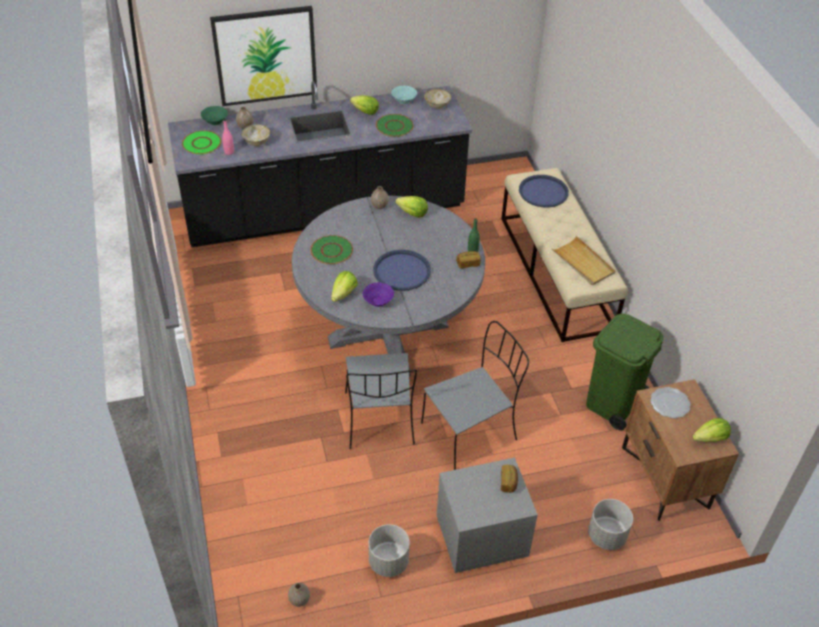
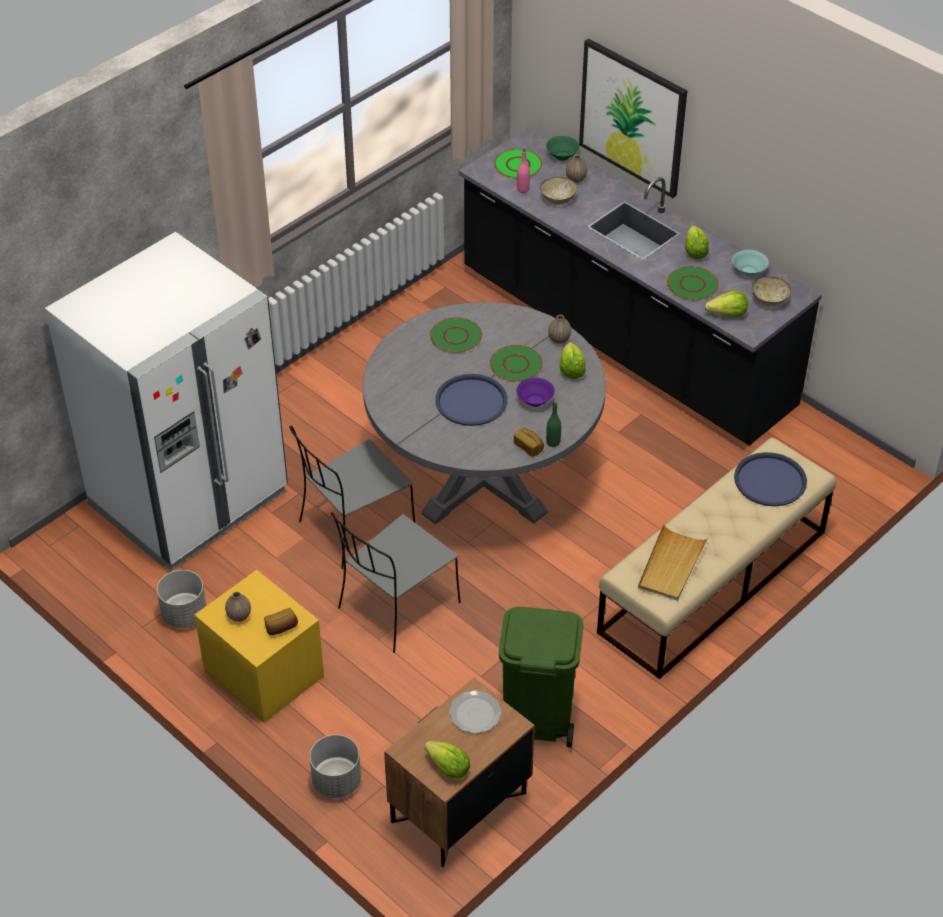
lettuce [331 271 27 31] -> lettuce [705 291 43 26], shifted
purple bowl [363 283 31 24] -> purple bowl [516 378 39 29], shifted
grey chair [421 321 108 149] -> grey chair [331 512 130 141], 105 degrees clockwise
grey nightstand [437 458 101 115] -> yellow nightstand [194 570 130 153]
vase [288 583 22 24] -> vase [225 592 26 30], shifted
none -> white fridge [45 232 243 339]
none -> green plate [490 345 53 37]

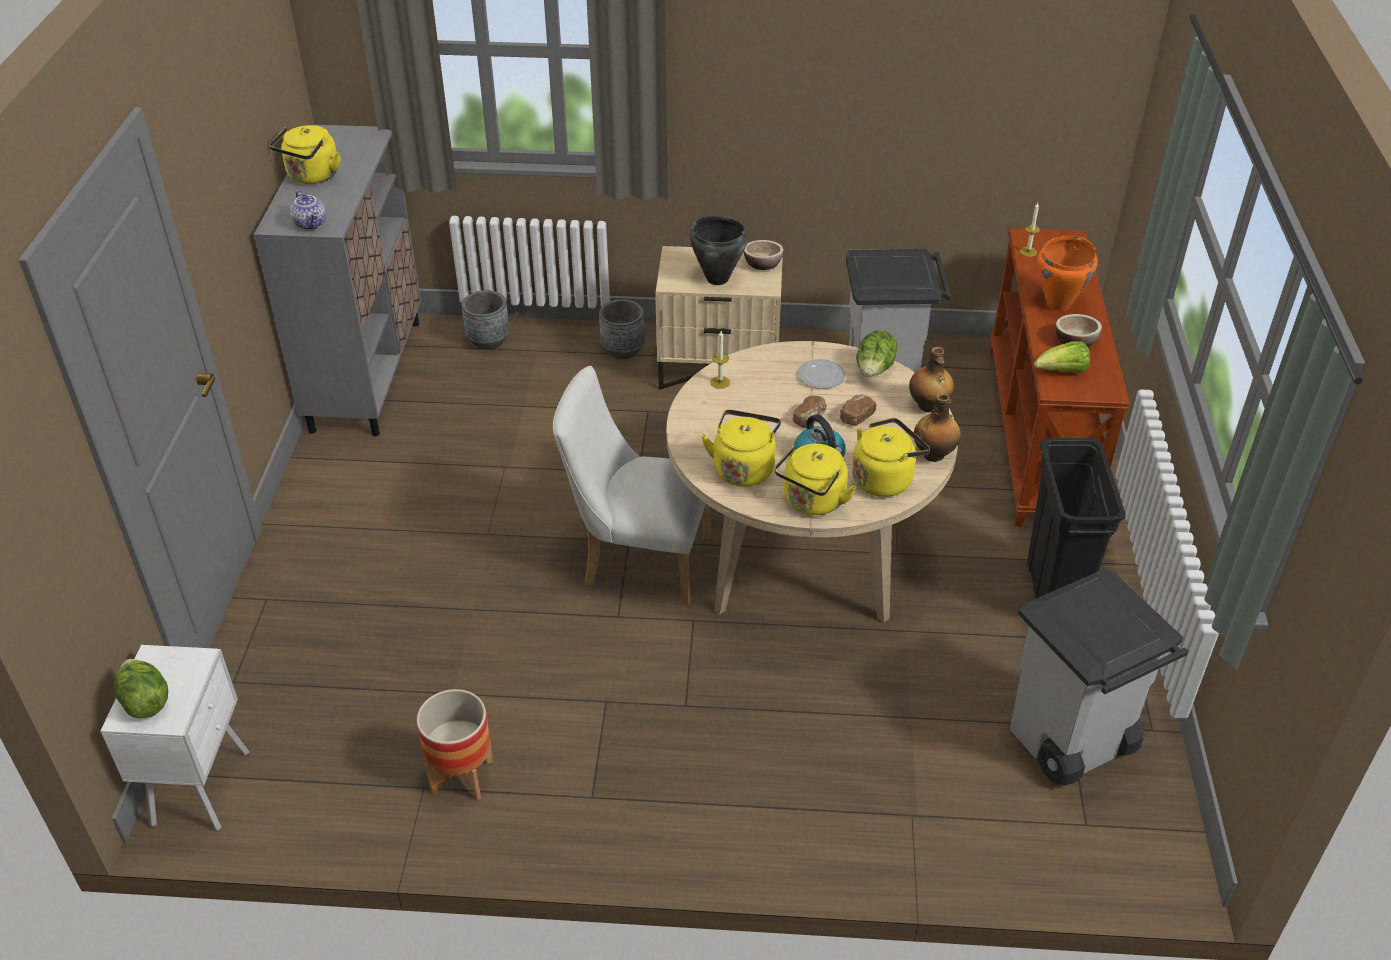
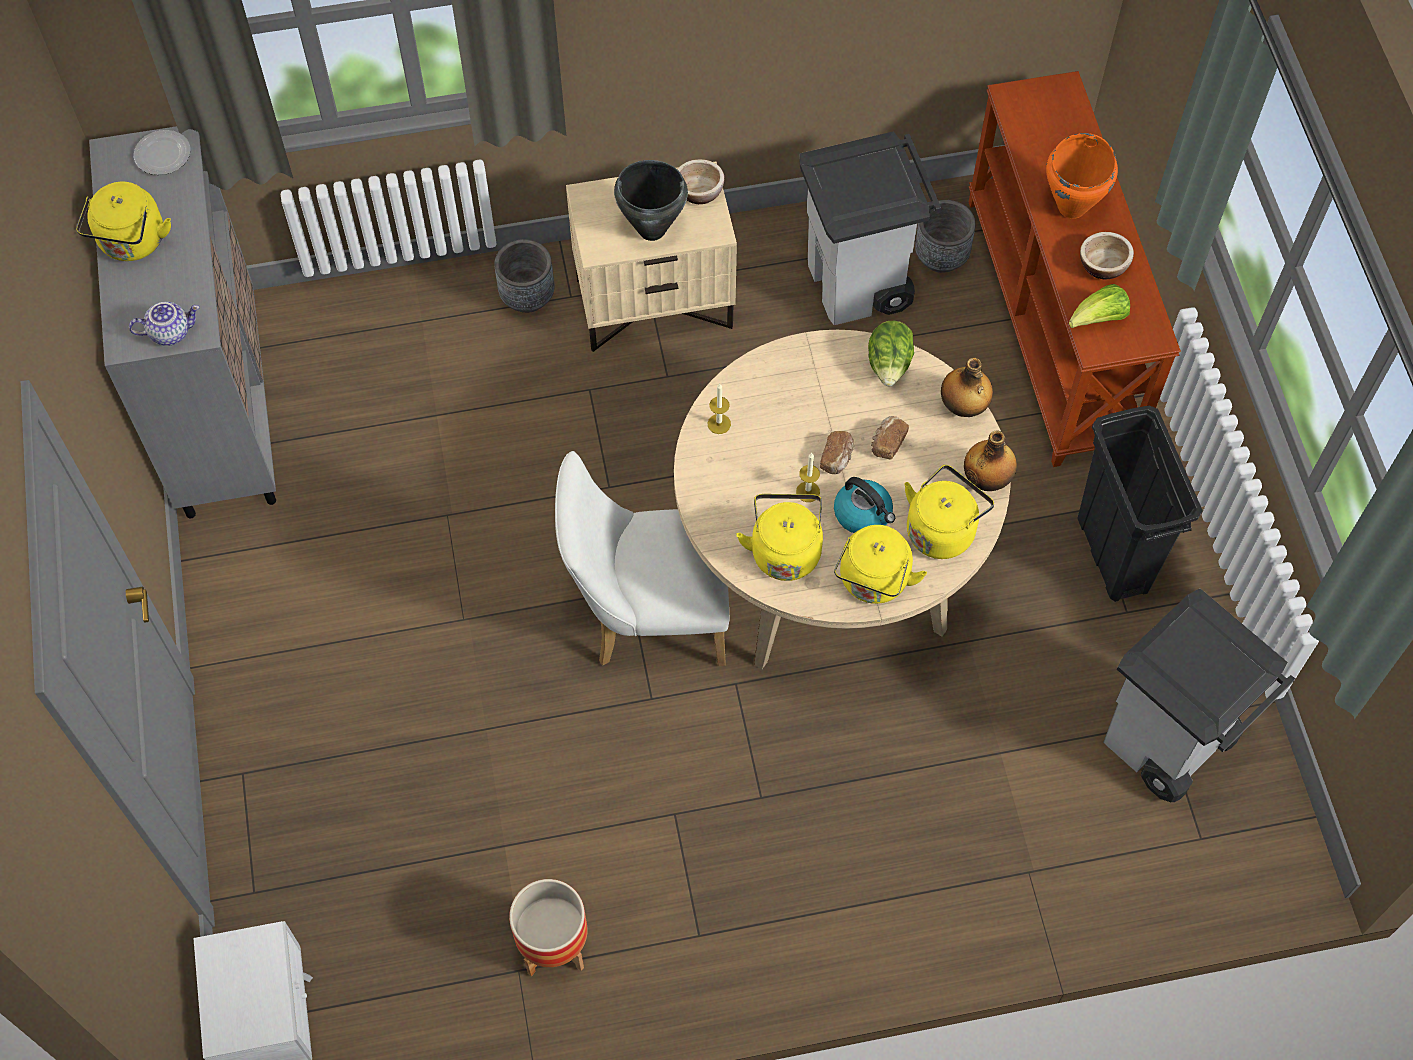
teapot [290 191 36 39] -> teapot [129 302 71 44], 60 degrees counterclockwise
candle [1020 203 20 54] -> candle [796 453 24 49], shifted
grey planter [462 290 47 60] -> grey planter [915 200 61 73], shifted
plate [798 359 47 30] -> plate [134 130 57 45], shifted
lettuce [114 659 54 59] -> none

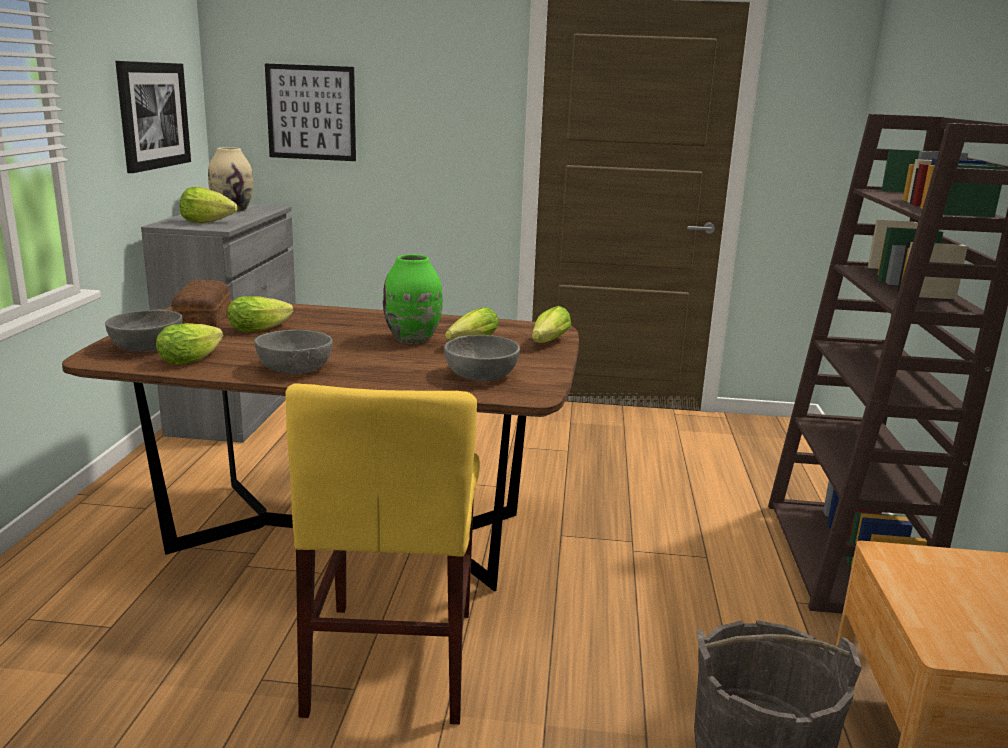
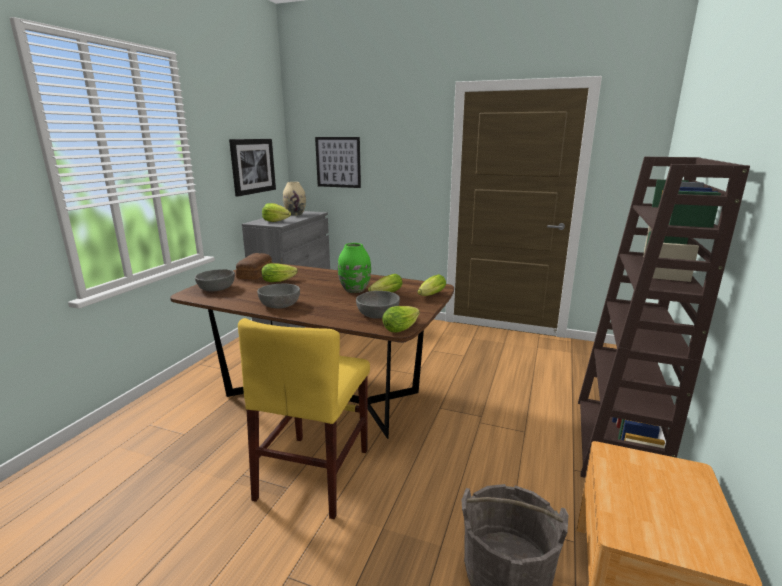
lettuce [156 323 67 42] -> lettuce [382 306 38 26], shifted

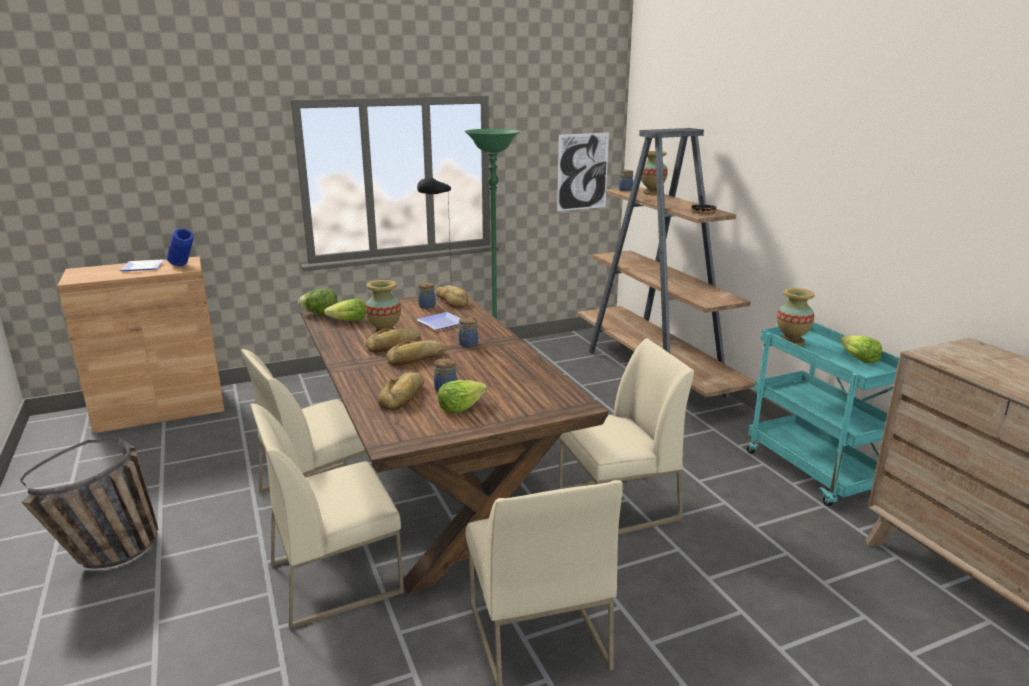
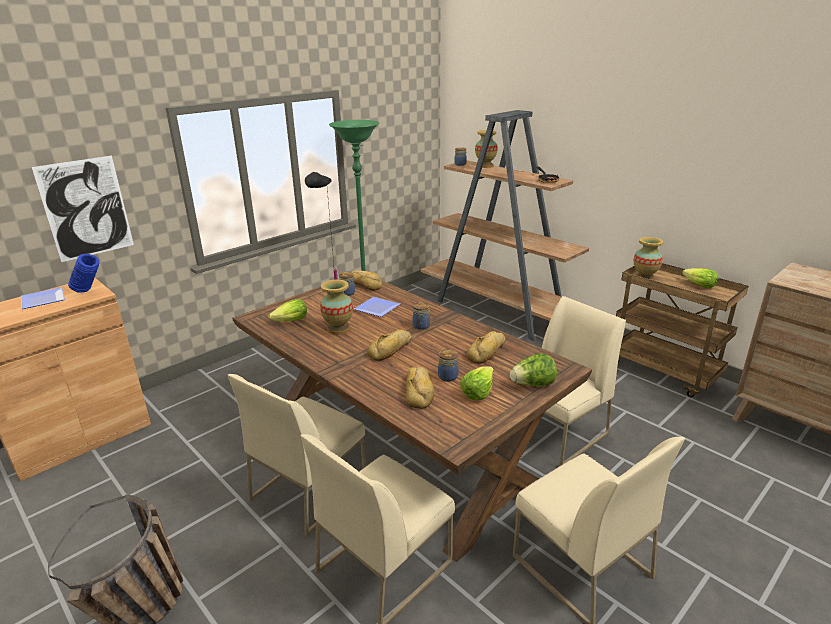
picture [557 133 52 78] -> picture [32 156 102 106], shifted
lettuce [298 288 39 27] -> lettuce [510 353 47 33], shifted
turquoise cart [747 322 152 184] -> brown cart [616 263 133 134]
bread [366 328 55 25] -> bread [466 331 40 33], shifted

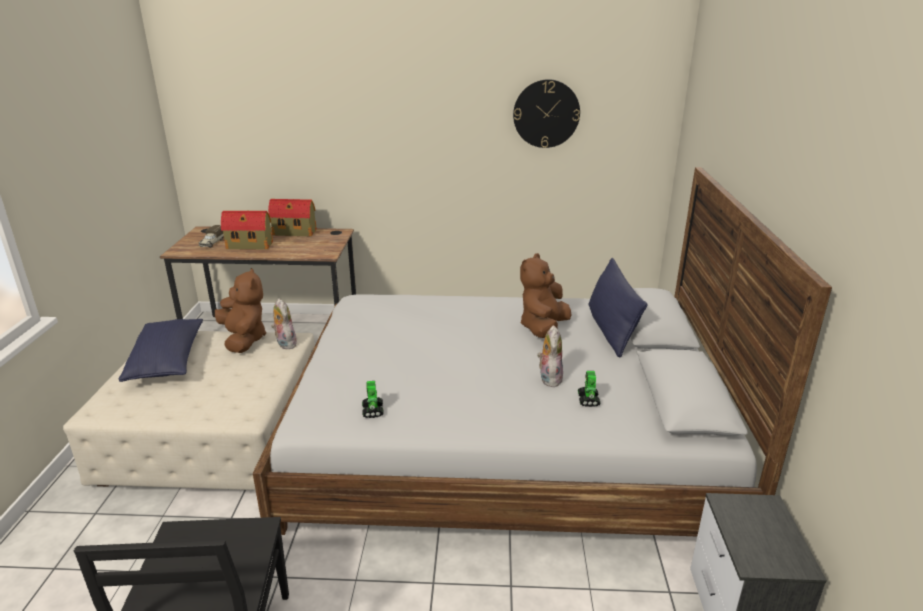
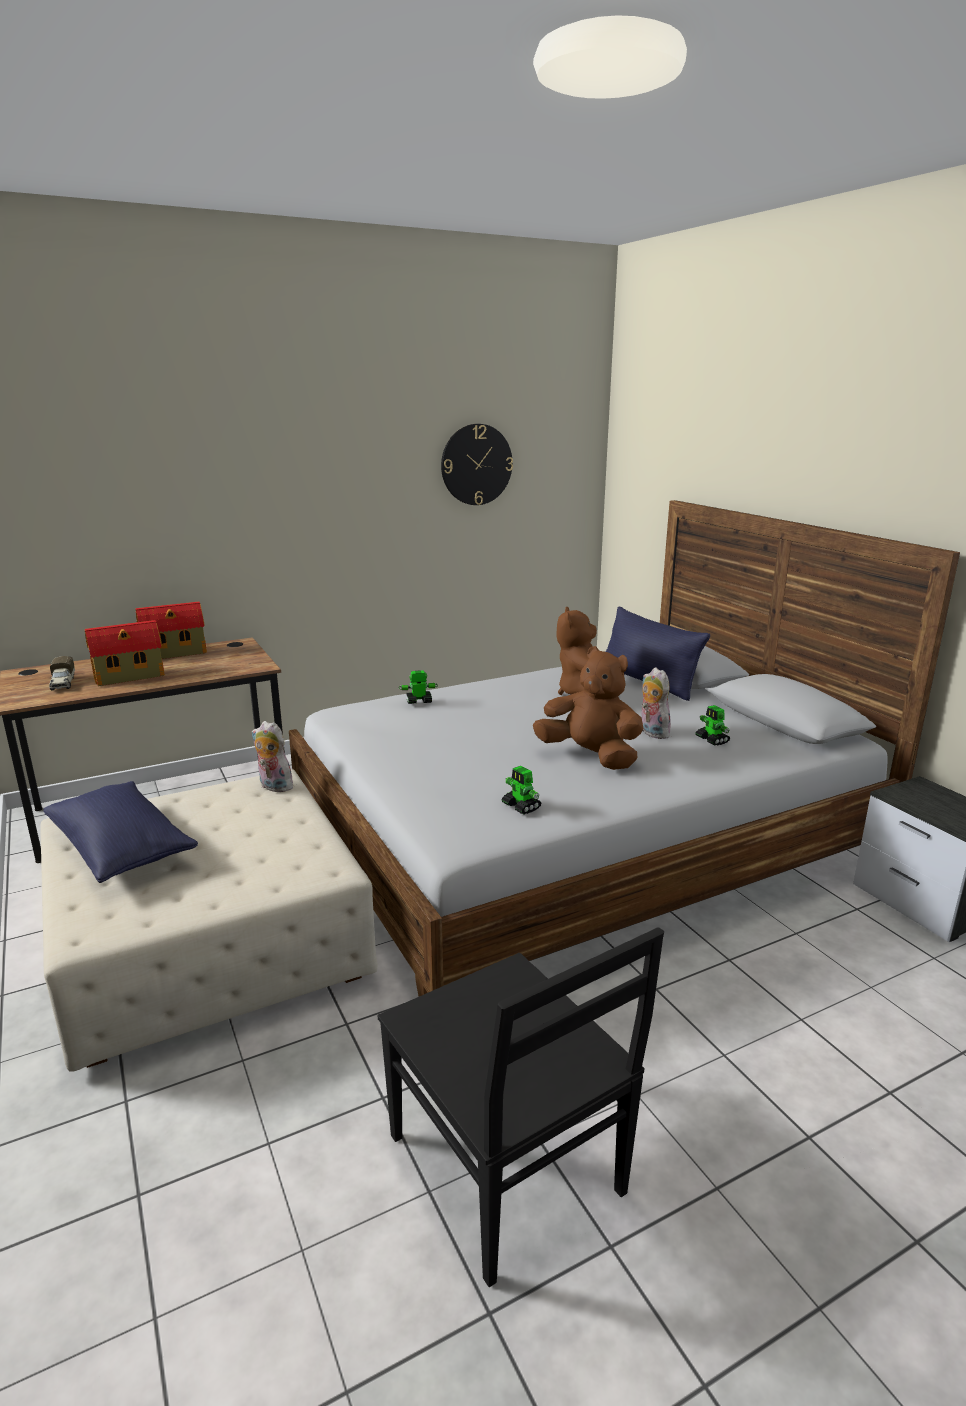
brown plush toy [215 268 51 85] -> brown plush toy [533 646 110 124], shifted
none -> toy robot [399 670 39 34]

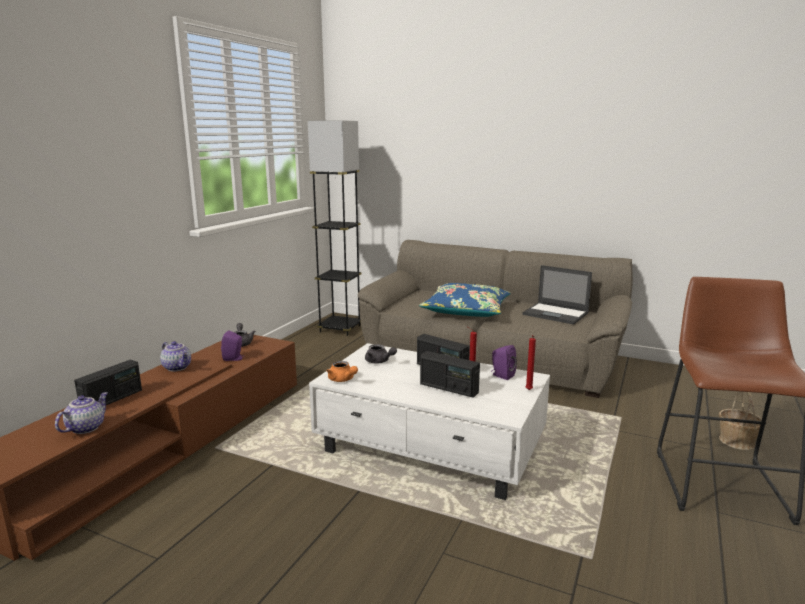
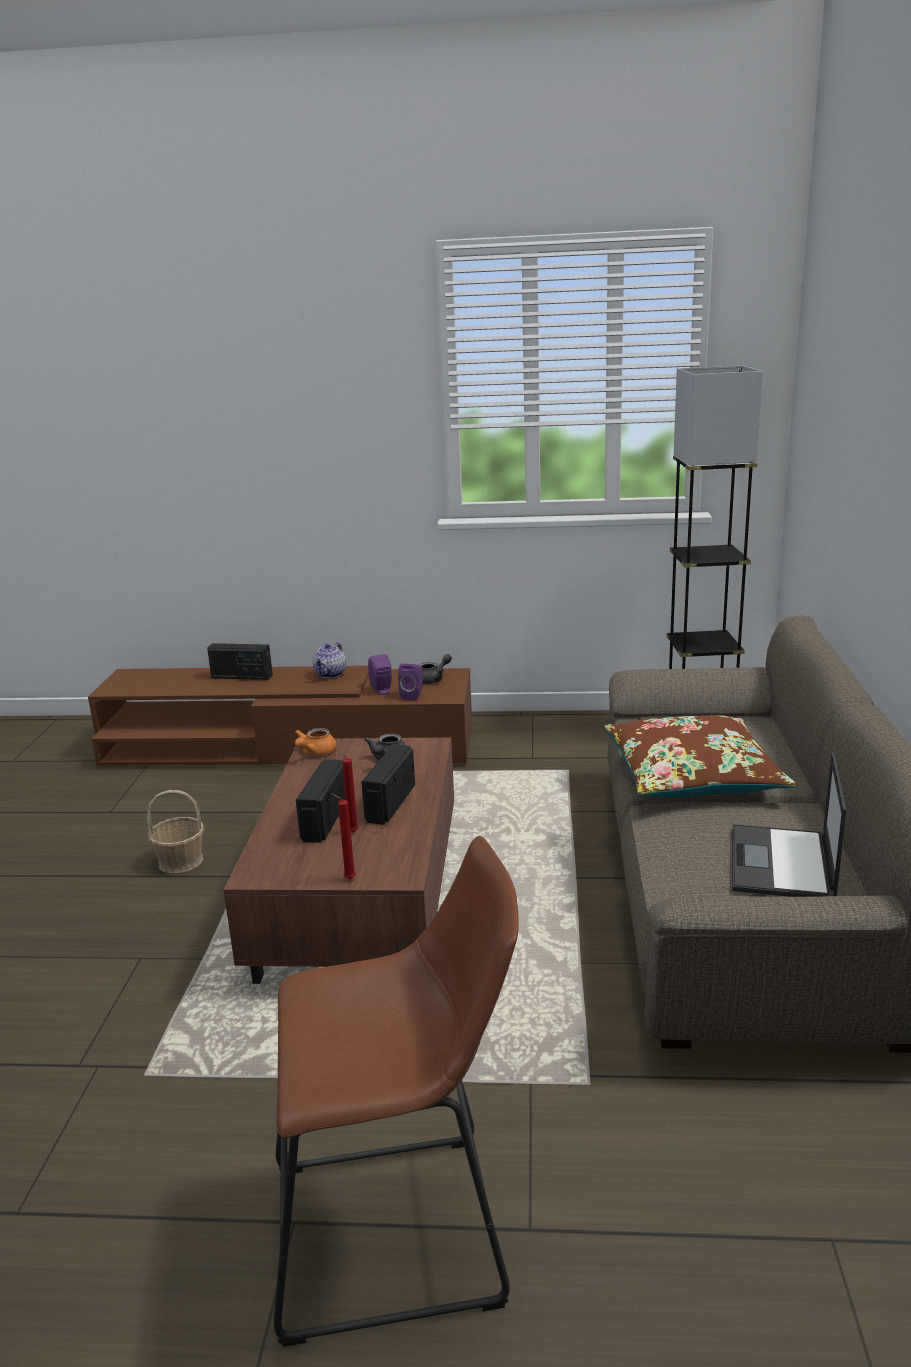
blue pillow [419 283 92 34] -> brown pillow [605 715 191 83]
white coffee table [309 343 241 157] -> brown coffee table [223 738 231 246]
purple speaker [491 345 26 35] -> purple speaker [398 664 25 37], shifted
basket [719 391 43 59] -> basket [147 790 57 83], shifted
teapot [55 392 53 42] -> none

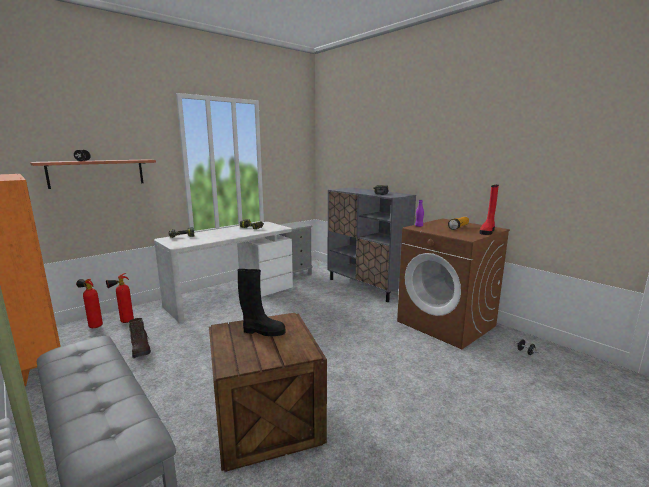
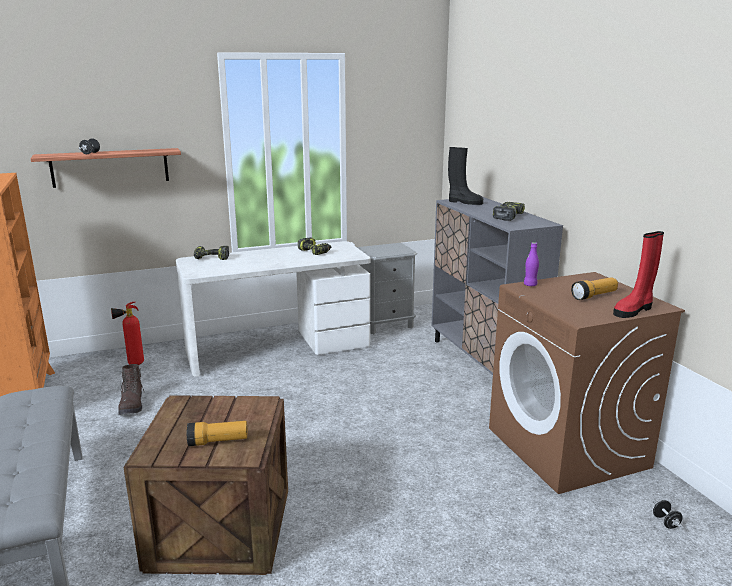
black boot [238 269 47 67] -> black boot [448 147 35 58], shifted
fire extinguisher [76 279 27 49] -> none
none -> flashlight [187 421 61 25]

